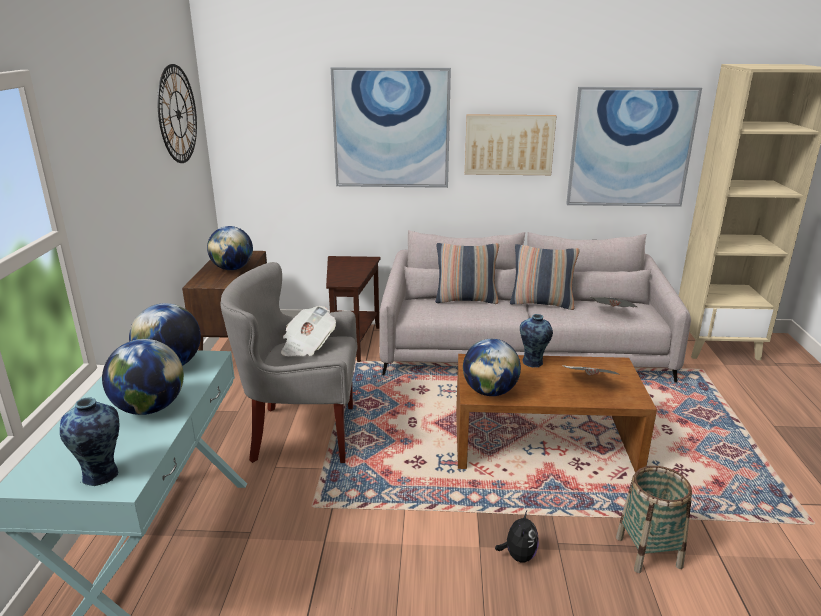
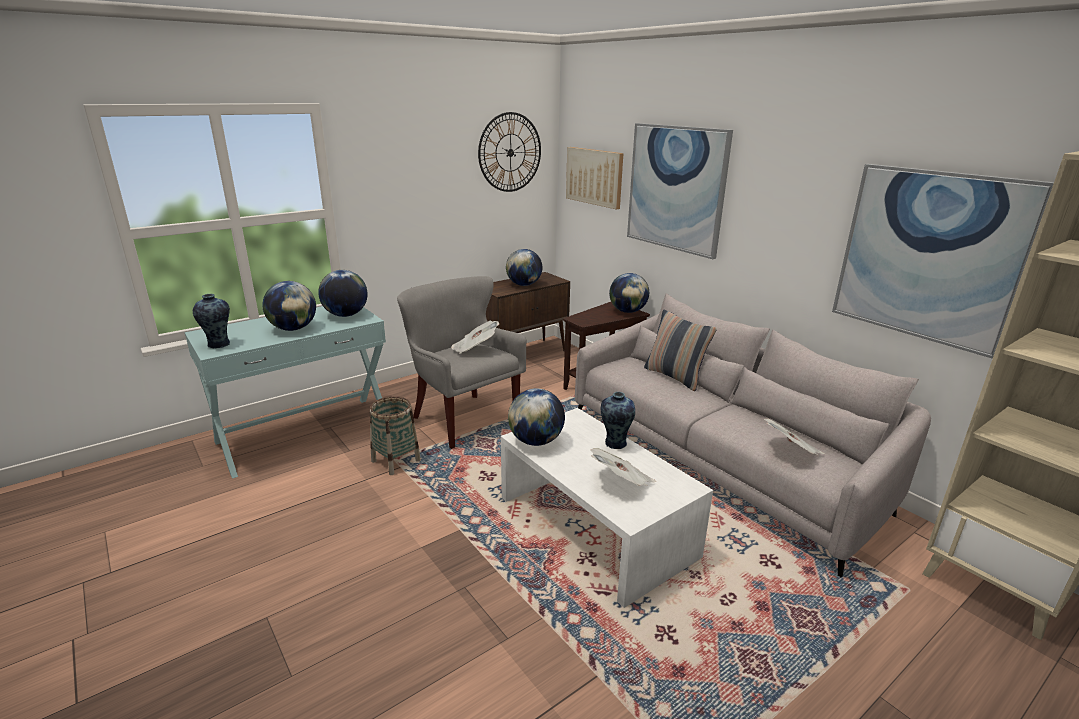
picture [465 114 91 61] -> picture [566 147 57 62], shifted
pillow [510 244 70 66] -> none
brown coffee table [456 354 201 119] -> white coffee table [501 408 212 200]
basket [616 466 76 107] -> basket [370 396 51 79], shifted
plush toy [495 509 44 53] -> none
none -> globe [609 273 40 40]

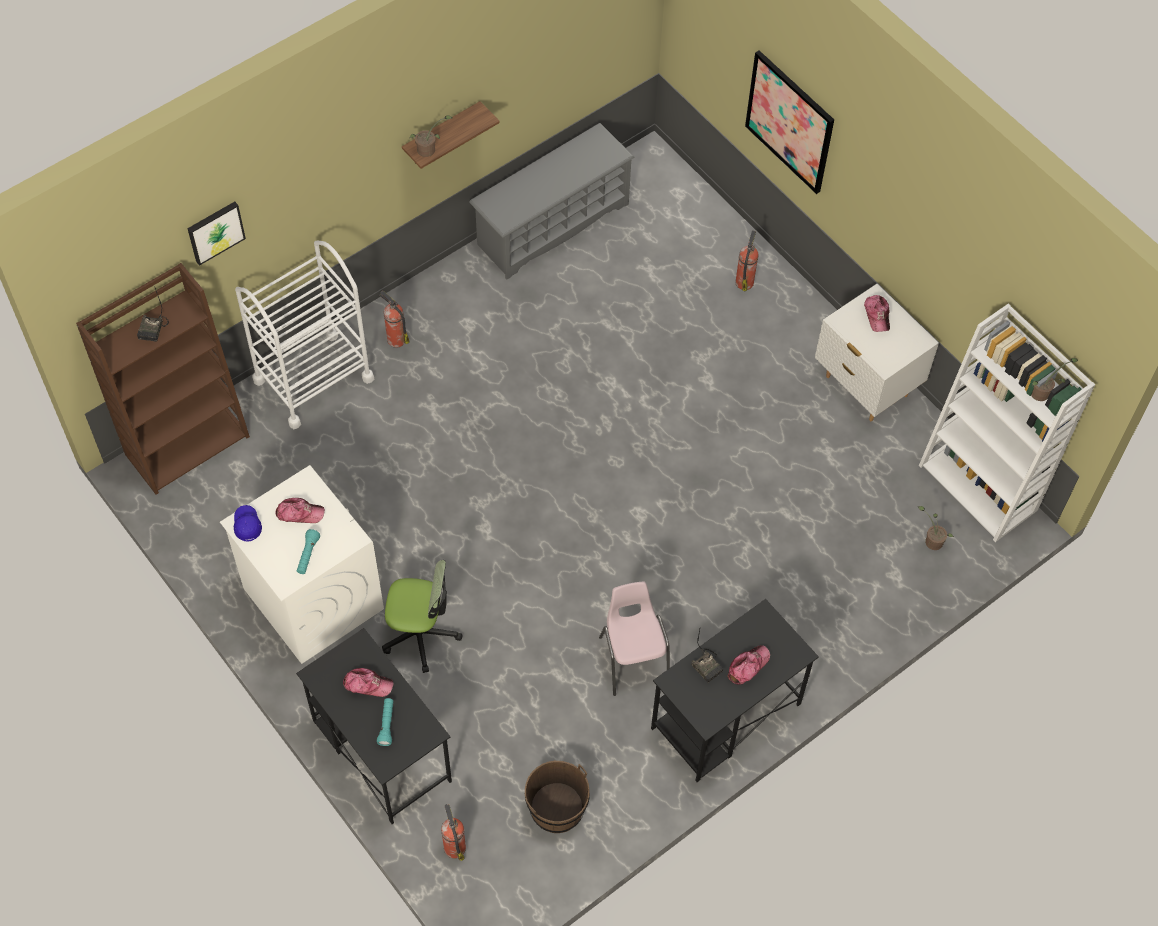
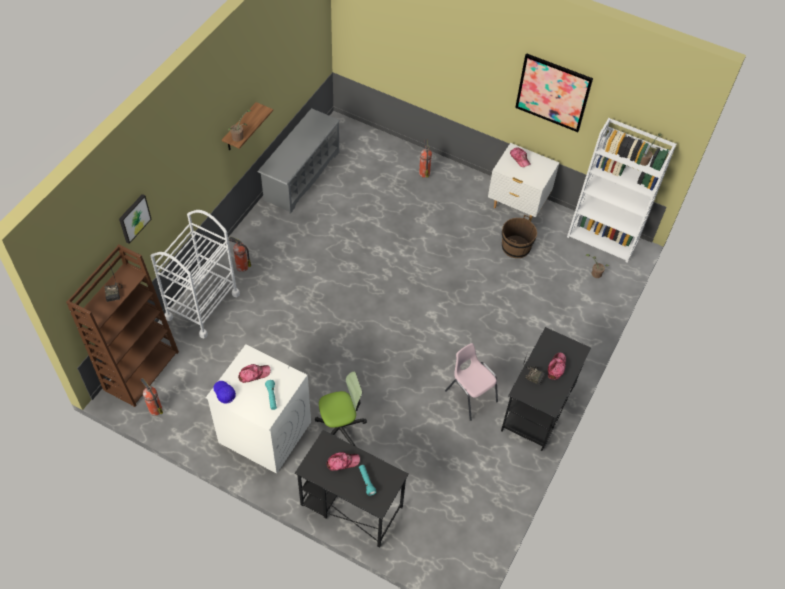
picture [745 50 89 144] -> picture [515 53 78 79], shifted
brown bucket [525 761 65 72] -> brown bucket [502 215 35 43], shifted
fire extinguisher [441 804 25 57] -> fire extinguisher [140 378 23 38], shifted

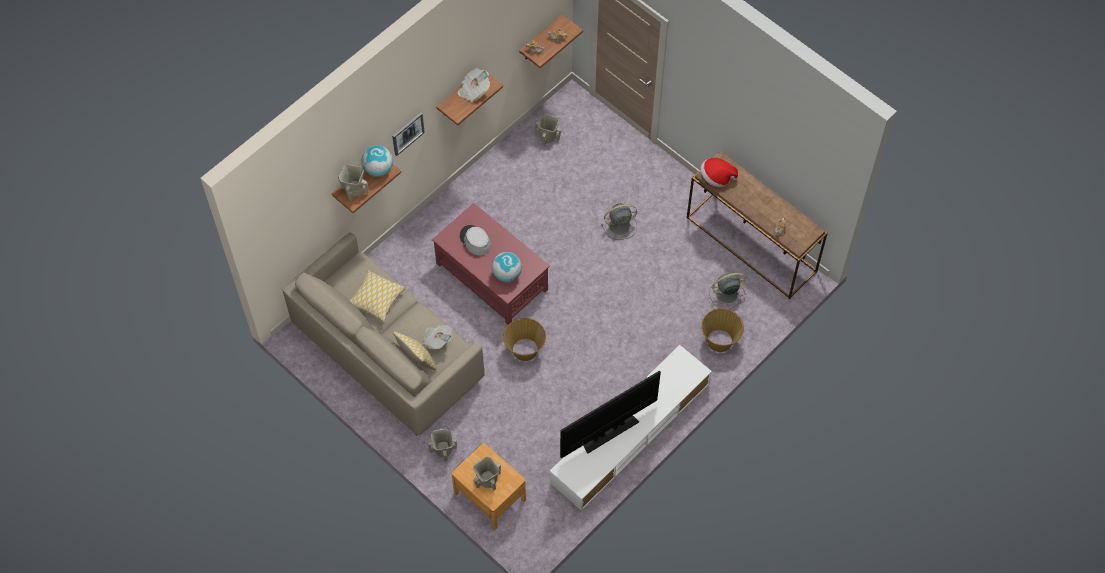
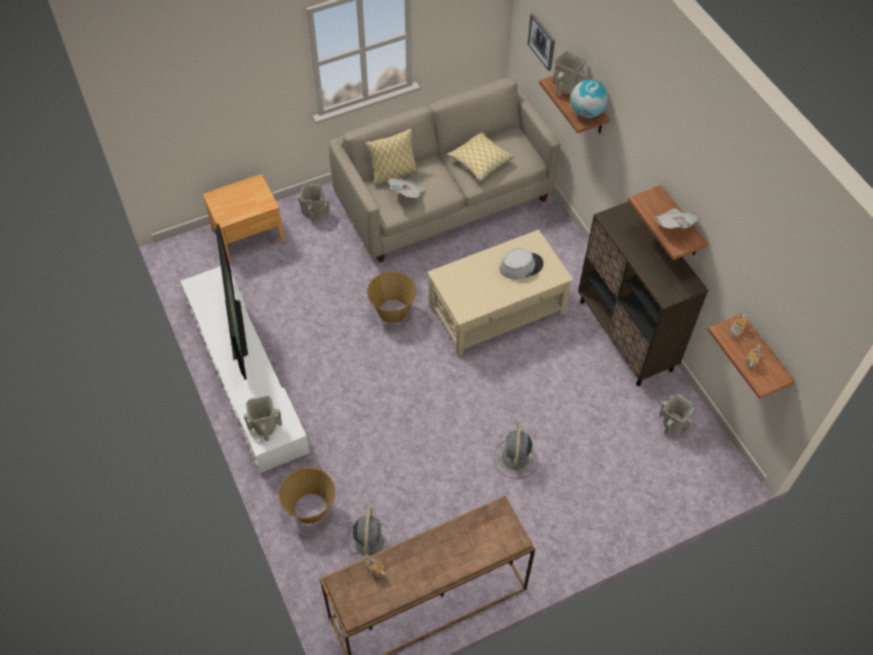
picture [392 112 33 44] -> picture [528 13 27 58], shifted
hat [701 158 37 29] -> none
red coffee table [432 203 118 122] -> beige coffee table [427 230 146 126]
globe [492 252 30 30] -> none
beige vase [473 457 28 33] -> beige vase [244 396 38 45], shifted
none -> brown cabinet [578 202 130 184]

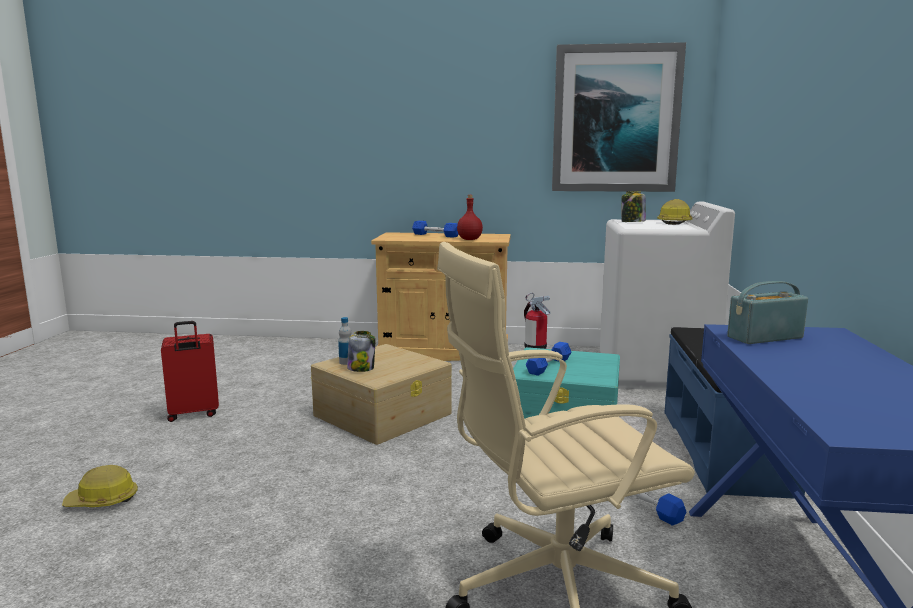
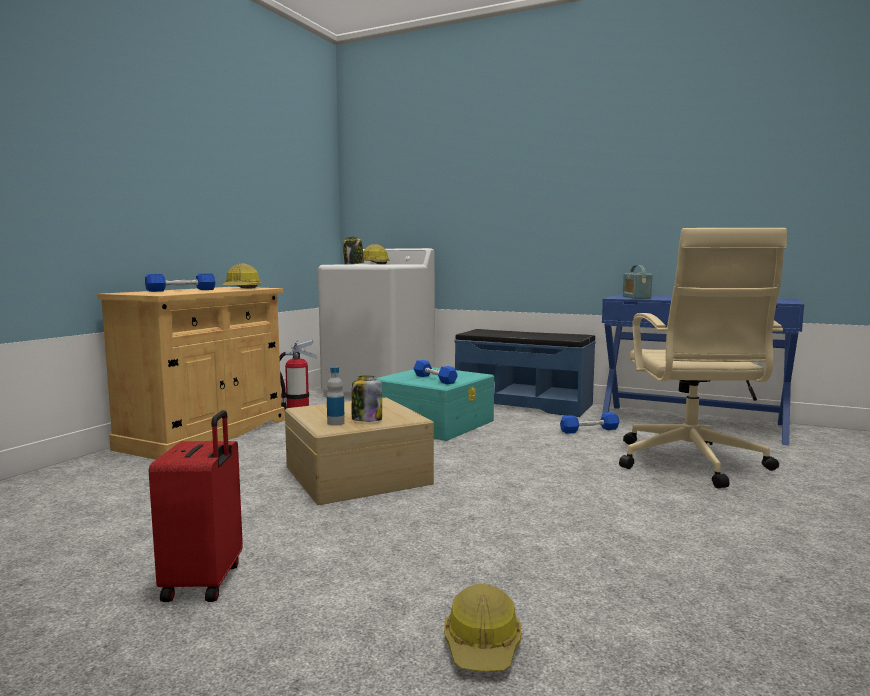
picture [552 42 134 150] -> none
red bottle [457 195 26 45] -> hard hat [222 264 40 25]

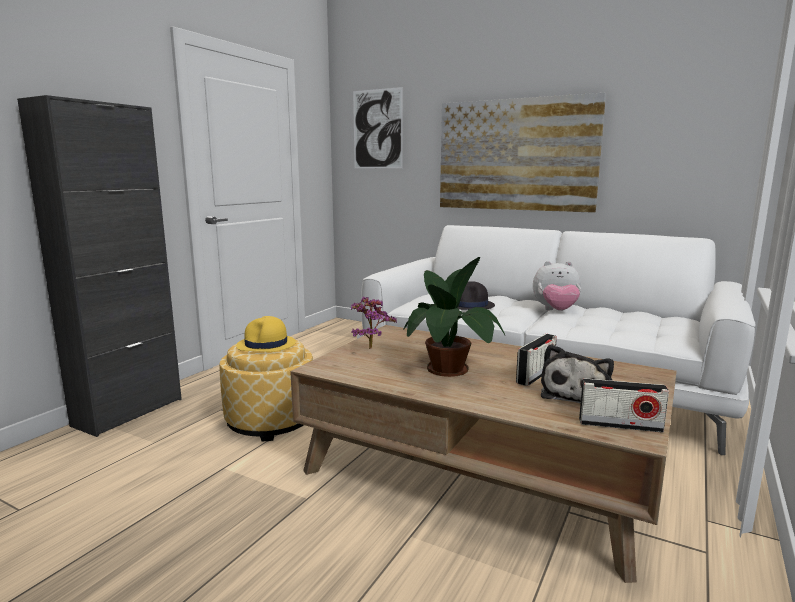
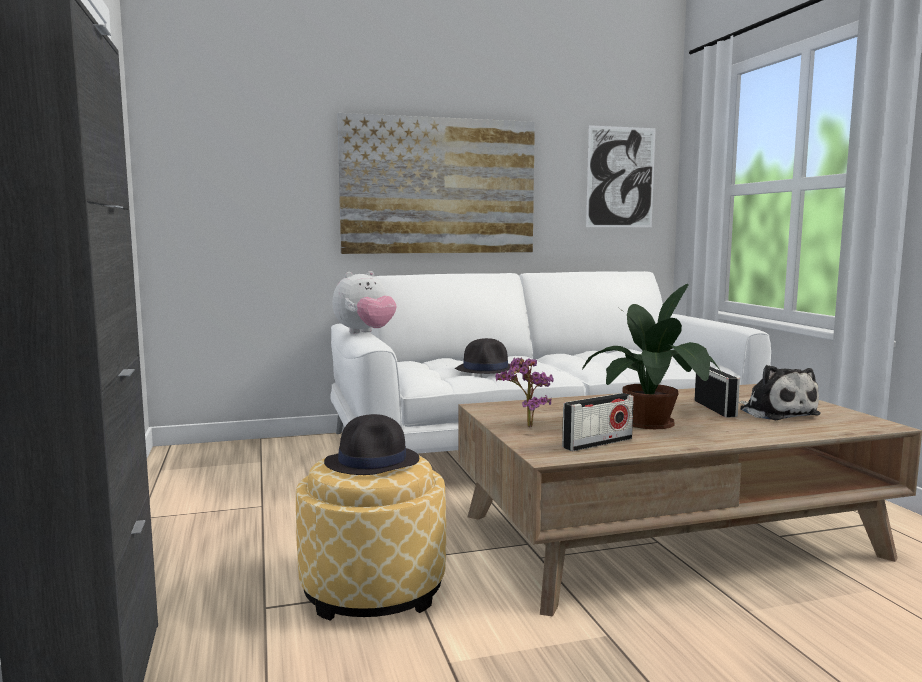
picture [353 87 50 81] -> picture [586 125 70 102], shifted
plush toy [533 261 48 50] -> plush toy [333 271 64 63], shifted
yellow hat [236 316 60 36] -> black hat [324 414 95 61]
radio [579 378 90 55] -> radio [562 393 72 58], shifted

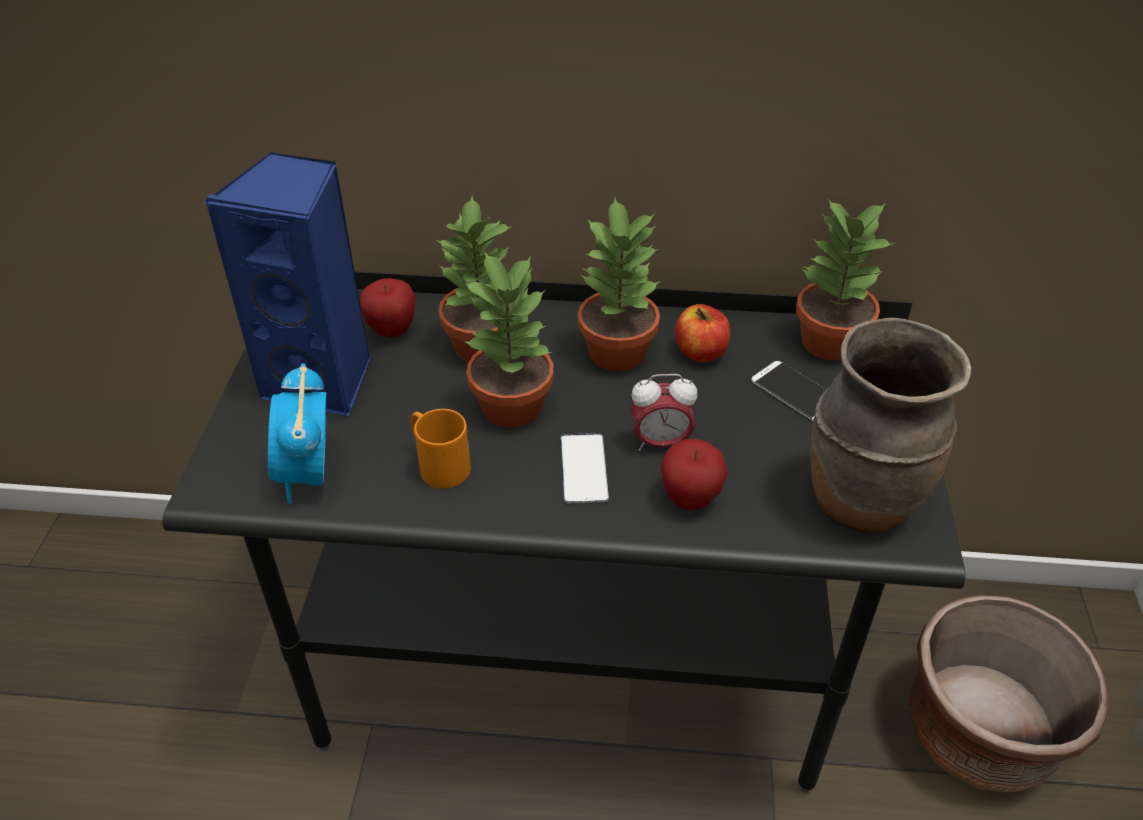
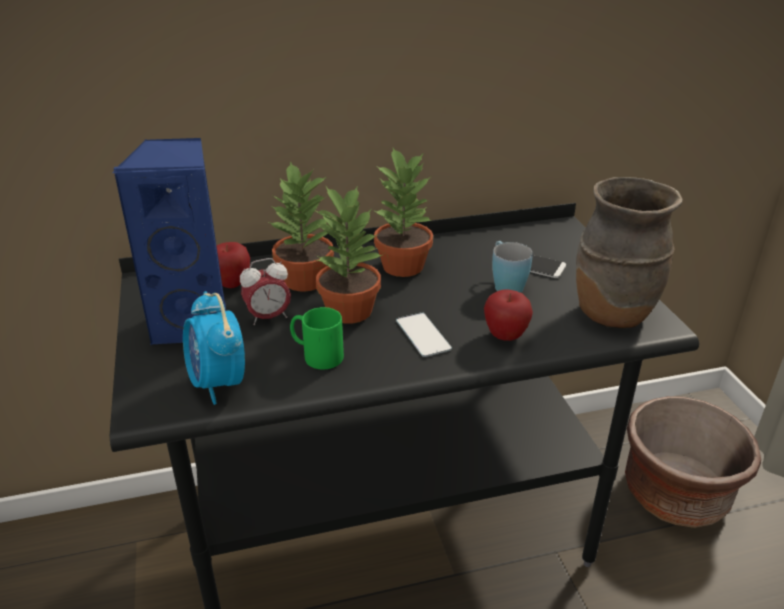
potted plant [796 199 98 162] -> none
apple [675 304 55 58] -> none
alarm clock [631 374 67 77] -> alarm clock [240 258 51 67], shifted
orange mug [411 409 60 80] -> green mug [290 307 54 62]
none -> blue mug [492 241 41 52]

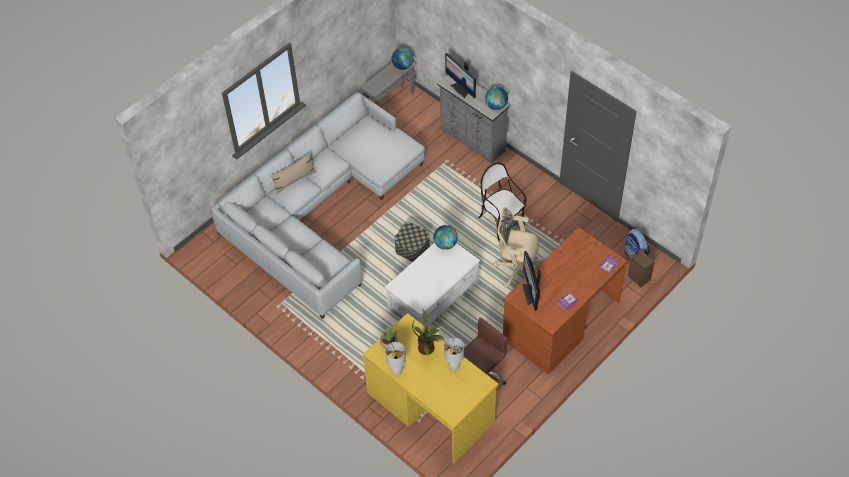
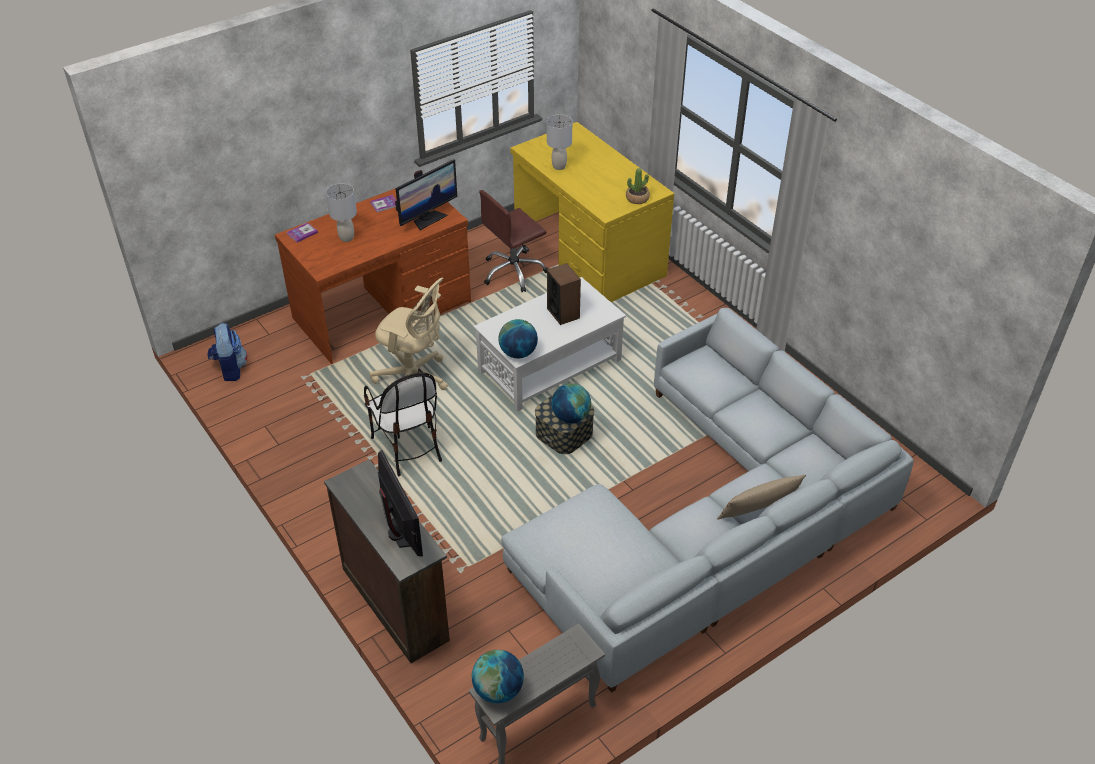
grey dresser [437 75 72 89] -> brown dresser [324 459 126 204]
globe [485 87 23 23] -> globe [551 383 40 40], shifted
speaker [628 250 27 37] -> speaker [547 263 34 62], shifted
monitor [522 251 19 60] -> monitor [395 160 62 70], 45 degrees clockwise
potted plant [412 309 32 47] -> none
grey table lamp [385 342 21 33] -> grey table lamp [326 184 31 58], shifted

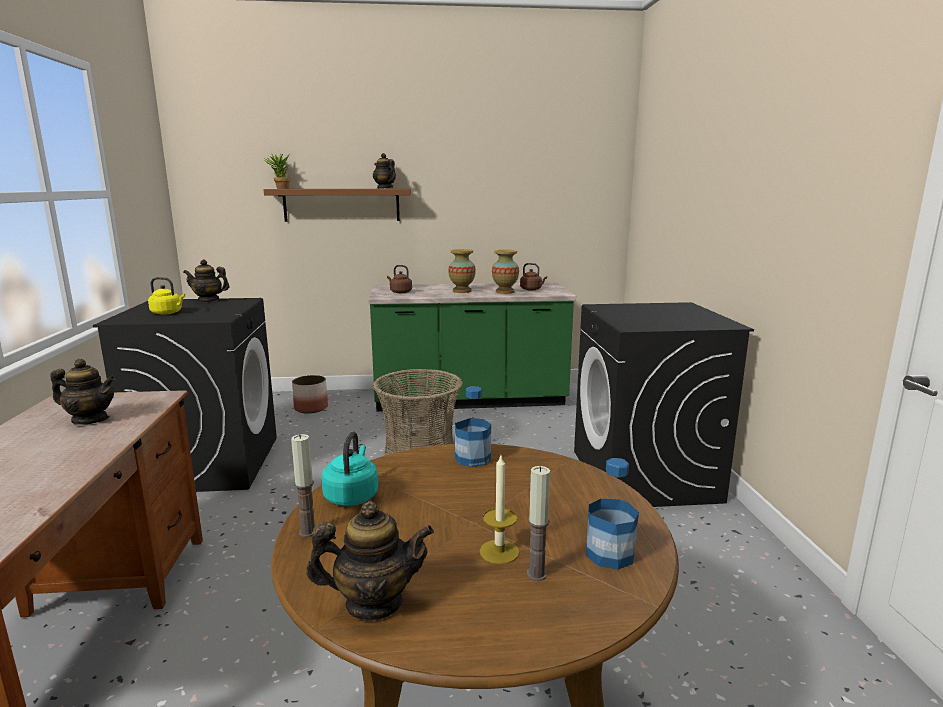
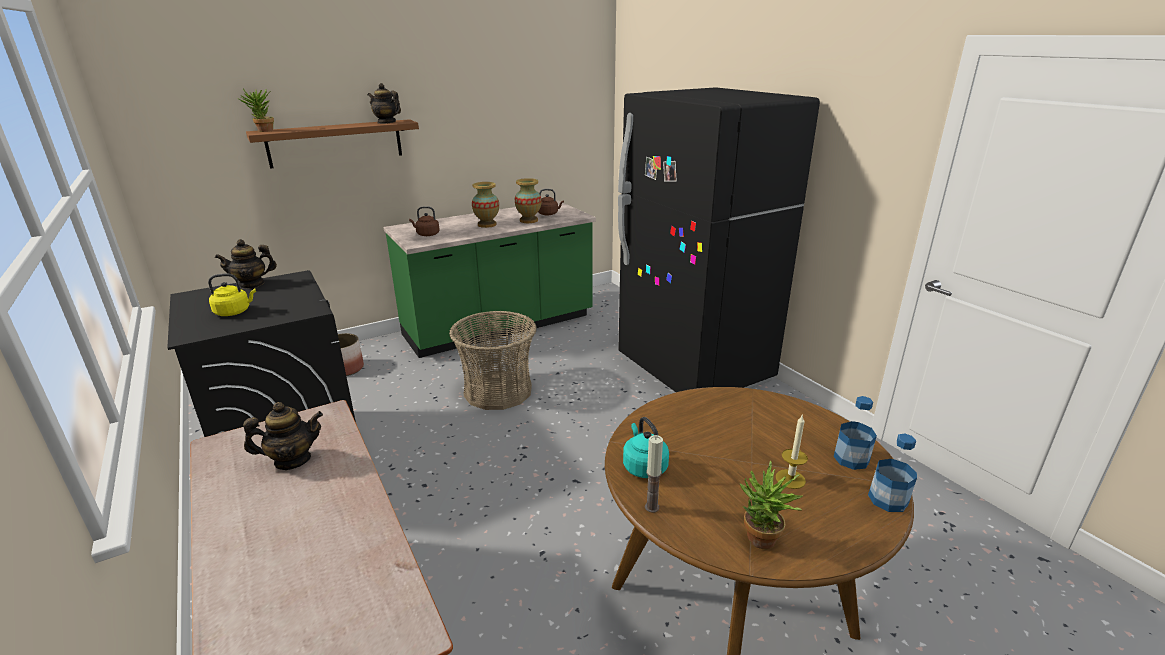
black washing machine [574 302 180 205] -> black fridge [618 87 202 305]
bottle [455 386 36 81] -> bottle [868 434 49 78], shifted
candle [527 466 23 115] -> none
teapot [306 501 128 120] -> potted plant [740 461 63 88]

